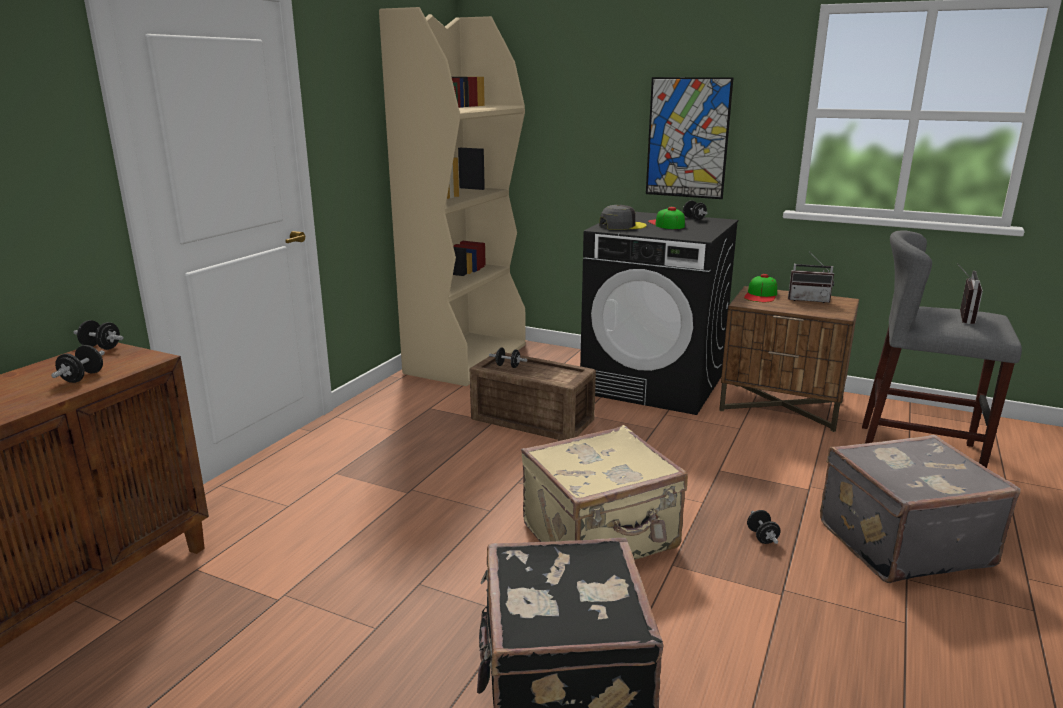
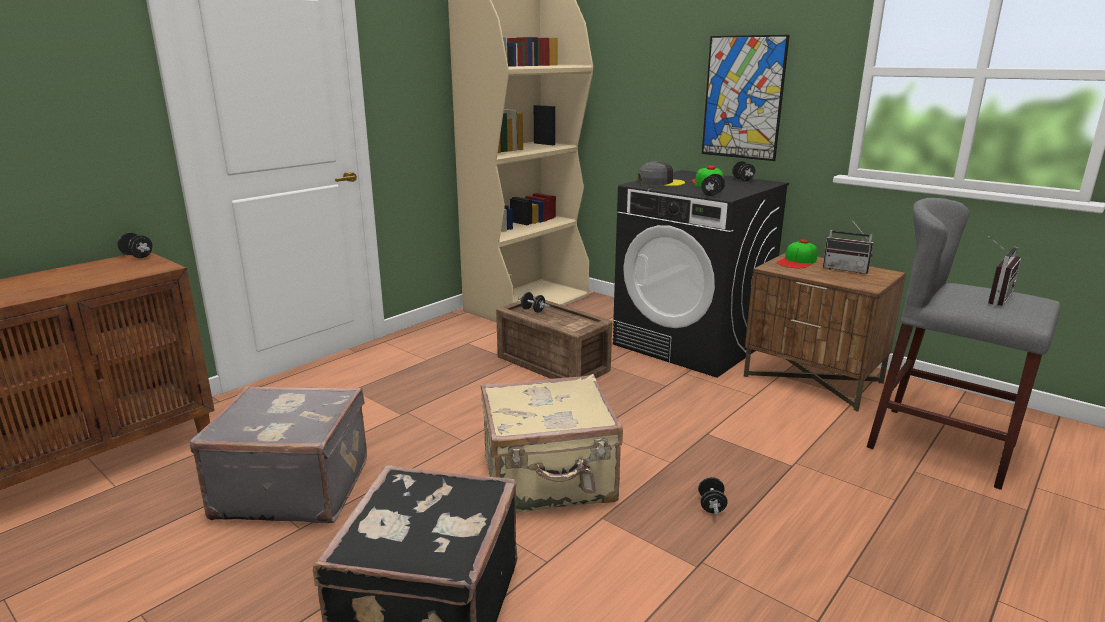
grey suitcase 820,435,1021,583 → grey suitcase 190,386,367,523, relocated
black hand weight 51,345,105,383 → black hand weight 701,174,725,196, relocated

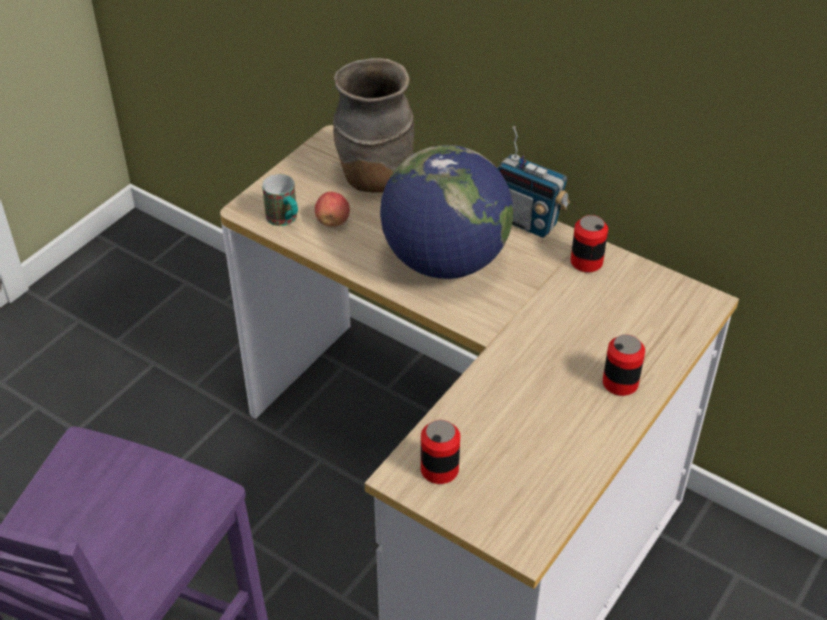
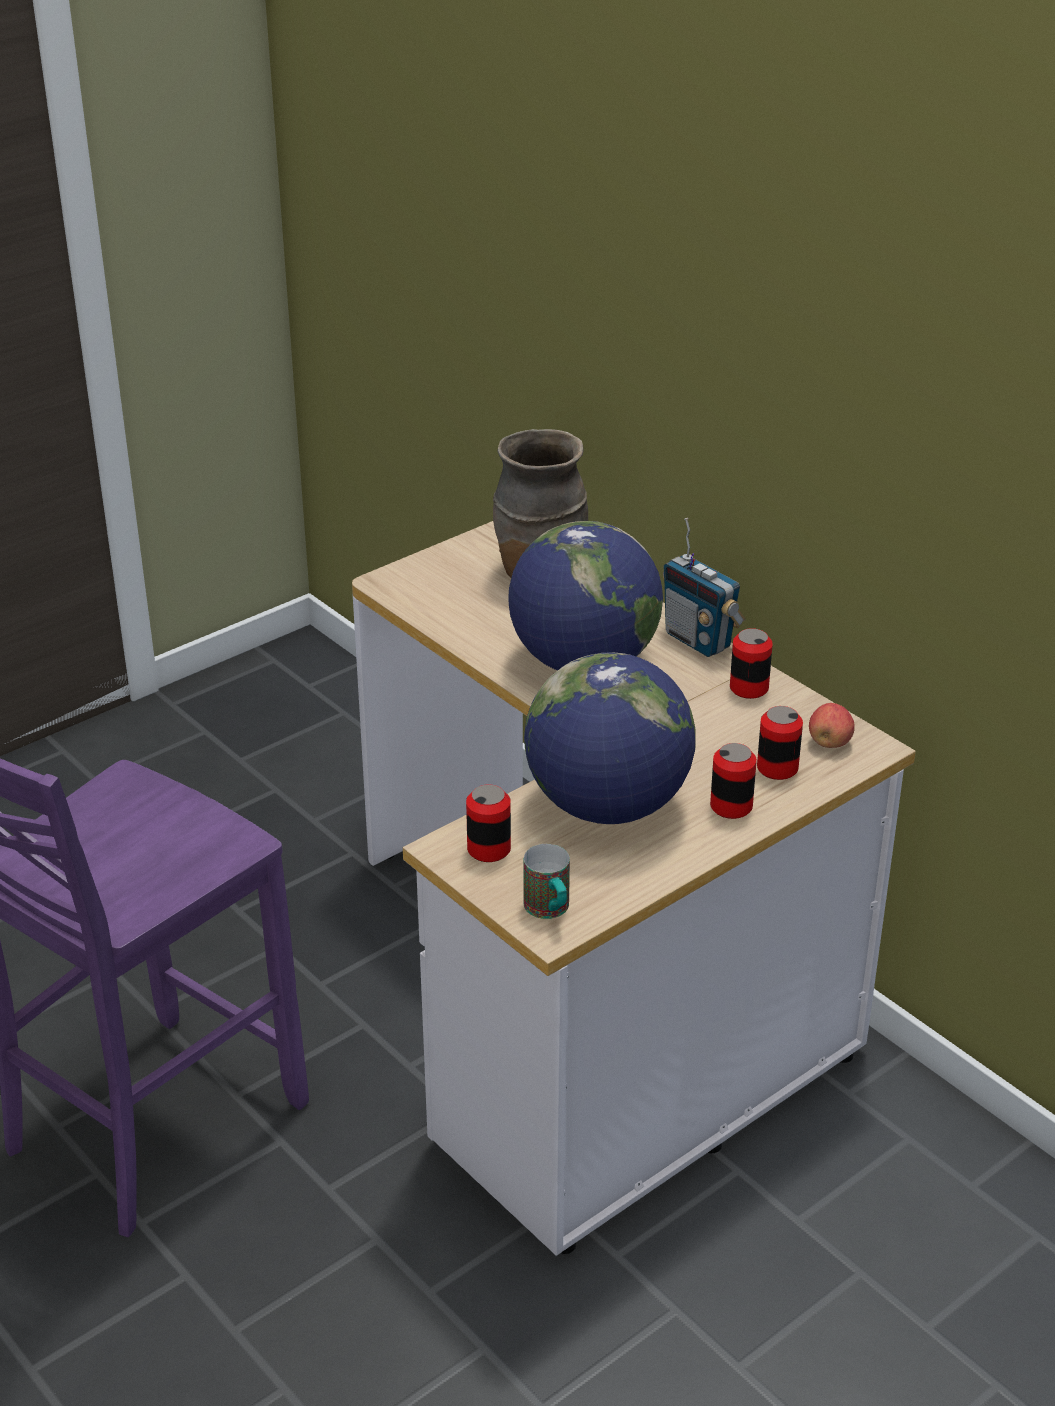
- → globe 524,652,696,824
mug 262,174,298,226 → mug 524,844,570,919, relocated
- → can 757,706,803,780
apple fruit 315,192,350,227 → apple fruit 809,703,855,748, relocated

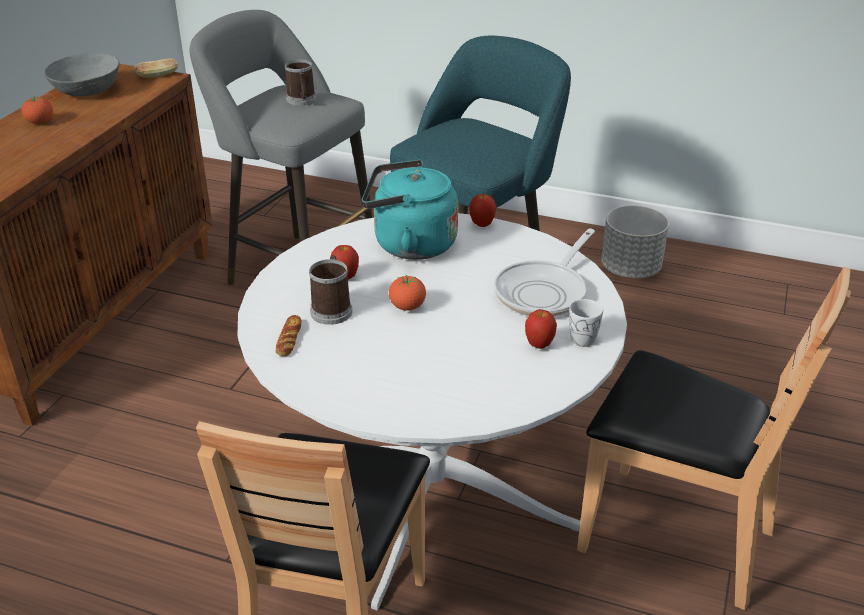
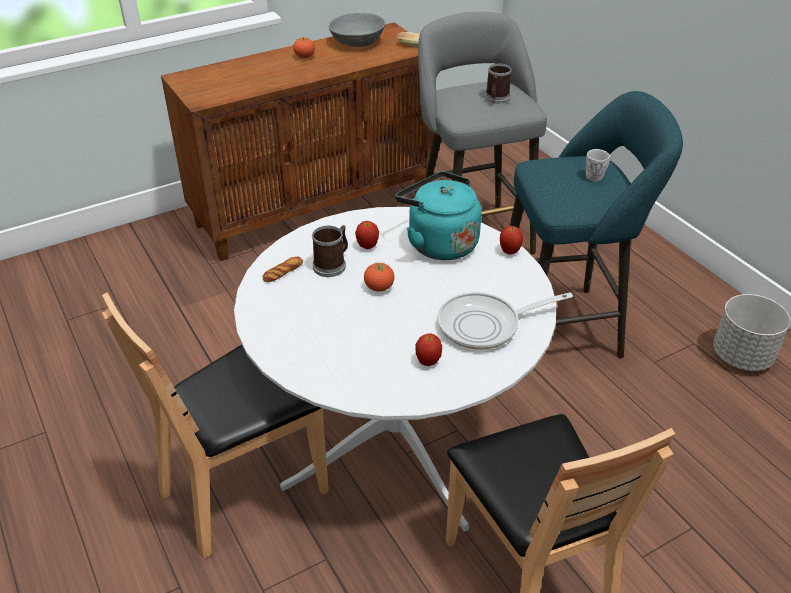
white mug 569,299,603,347 → white mug 586,149,611,182, relocated

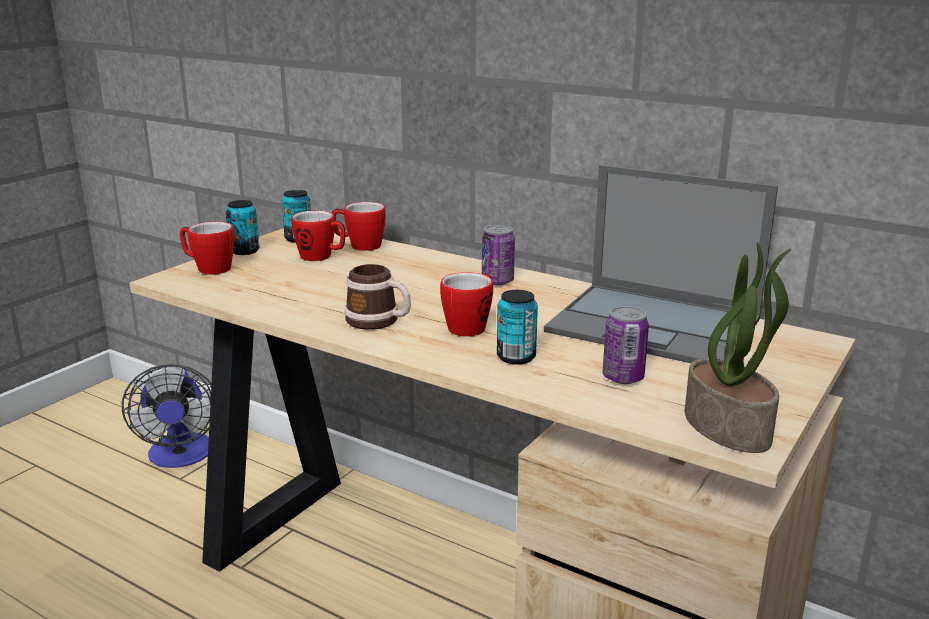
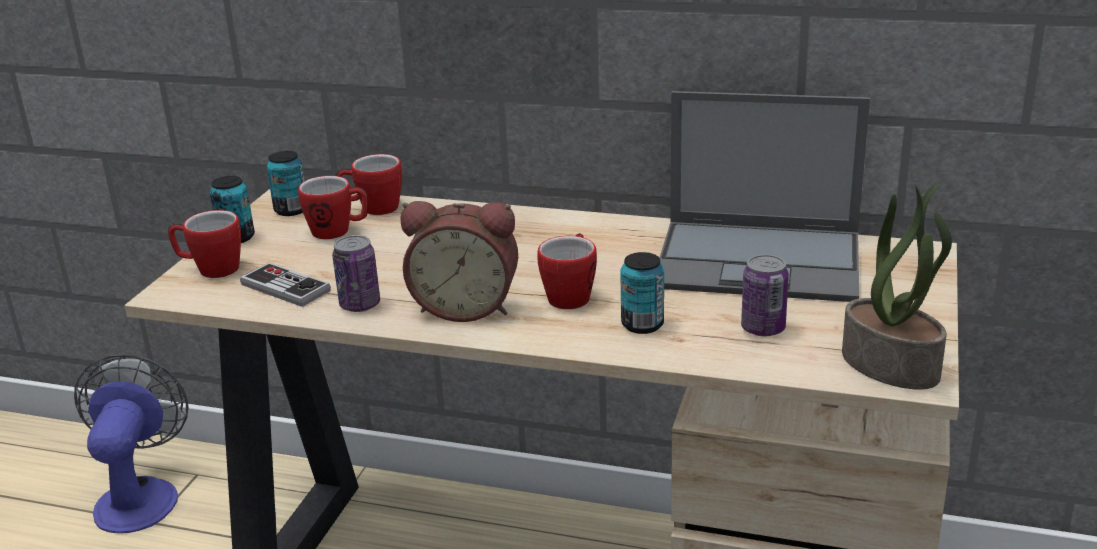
electric fan 121,364,212,468 → electric fan 74,354,189,533, 150 degrees counterclockwise
- → game controller 240,263,331,307
can 482,225,515,285 → can 332,235,380,312, relocated
mug 344,264,411,330 → table clock 401,201,518,322

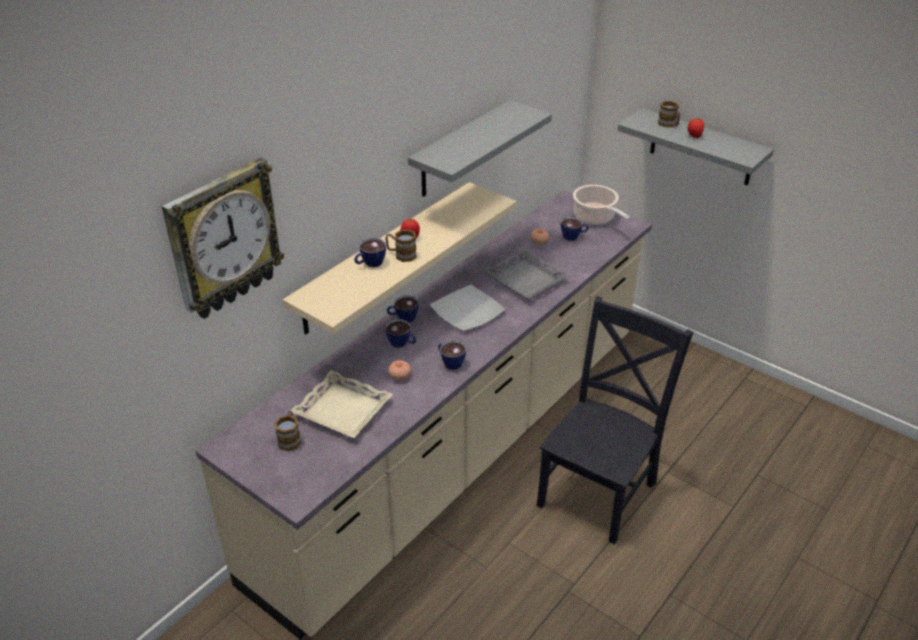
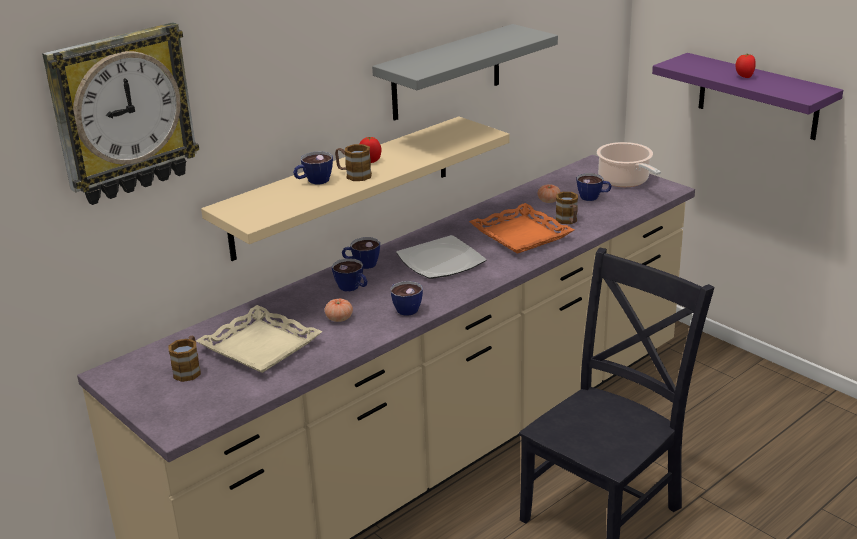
grey carrying tray 482,249,569,299 → orange-coloured carrying tray 469,203,574,254
mug 658,101,680,127 → mug 556,192,578,224, relocated
grey shelf 617,108,774,186 → purple shelf 652,53,843,140

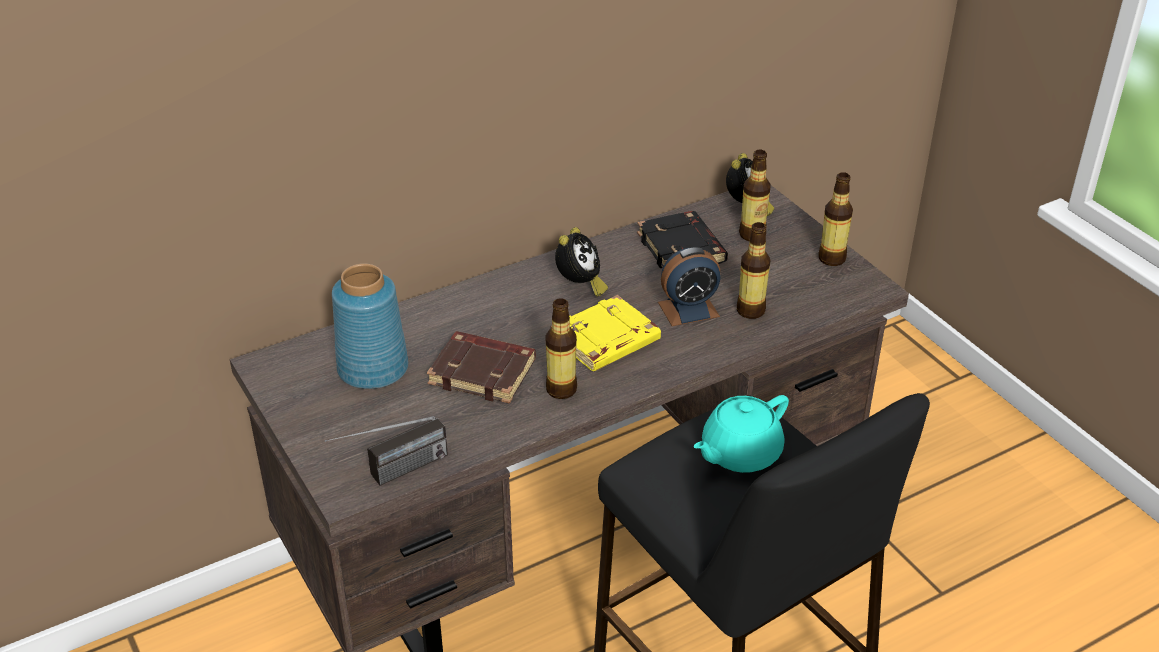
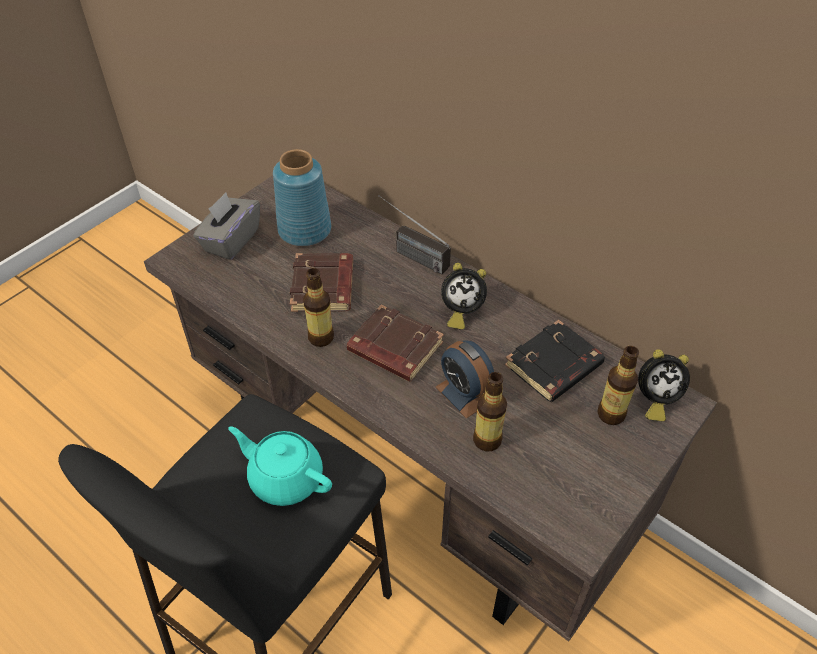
- → grey box of tissues 193,192,260,260
yellow-coloured book 551,295,661,371 → brown-coloured book 347,305,444,382
radio 325,416,448,486 → radio 378,195,451,274, relocated
bottle 819,172,853,266 → -

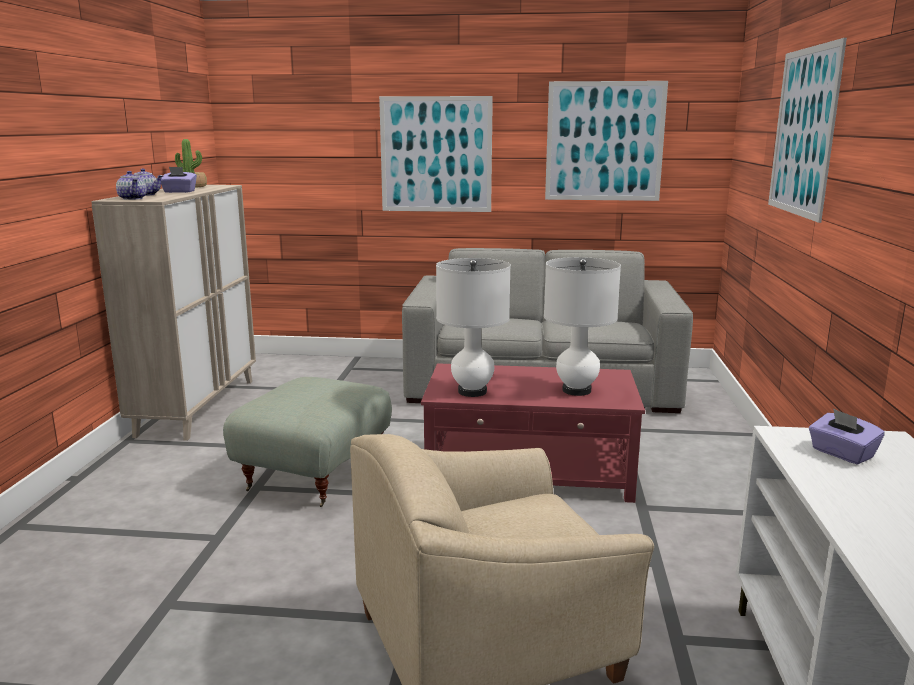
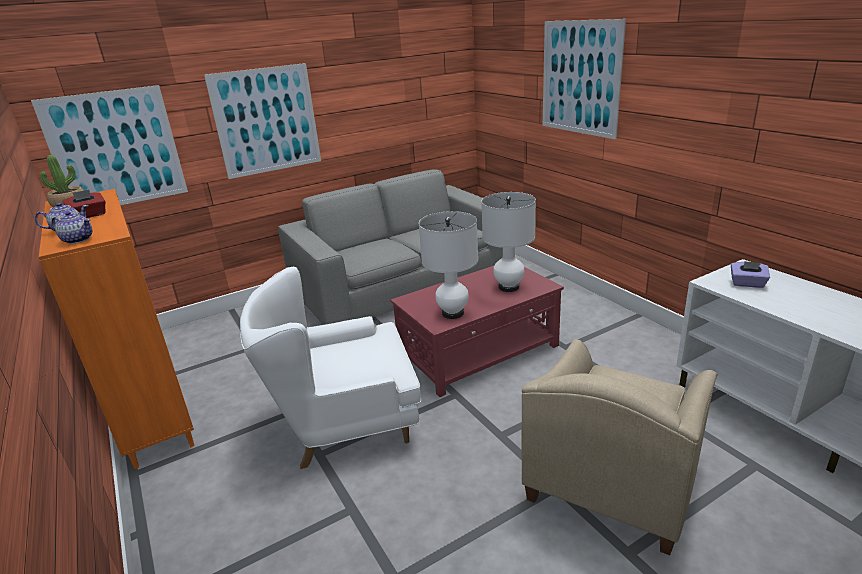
picture 545,81,668,201 → picture 31,85,188,205, relocated
beige-coloured storage cabinet 91,185,256,441 → orange-coloured storage cabinet 39,189,195,469
purple box of tissues 161,167,197,193 → red-coloured box of tissues 63,190,106,218
grey footrest 223,377,392,507 → white easy chair 240,267,421,469

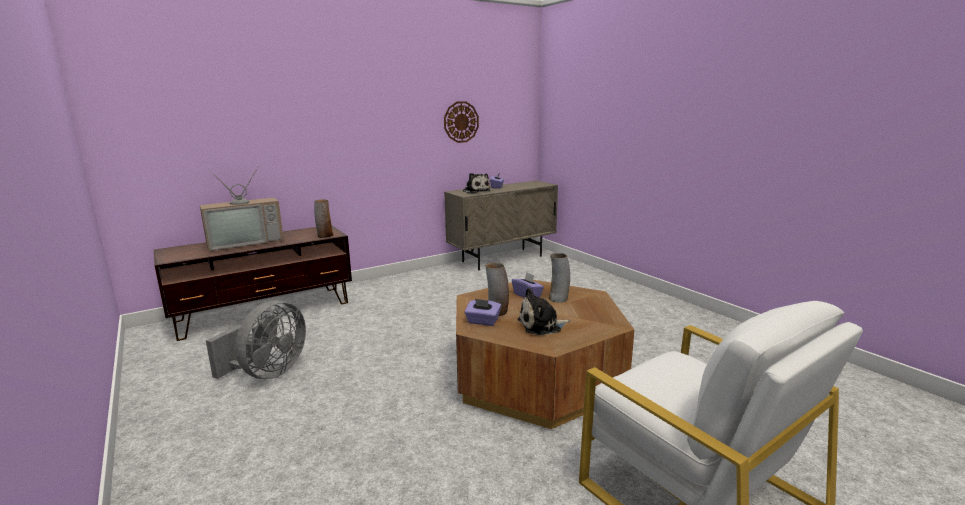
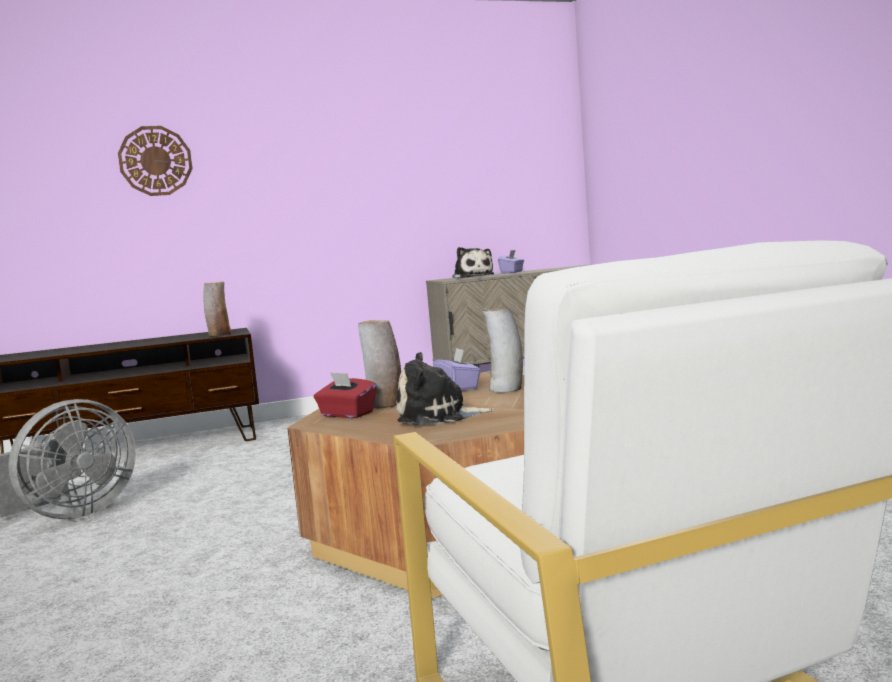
wall clock 444,101,479,143 → wall clock 118,126,193,196, relocated
purple box of tissues 464,299,501,326 → red-coloured box of tissues 314,372,377,418
TV set 200,166,284,252 → -

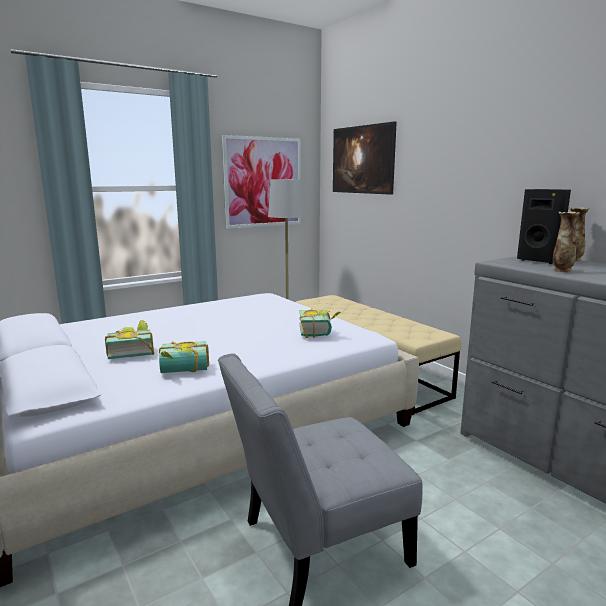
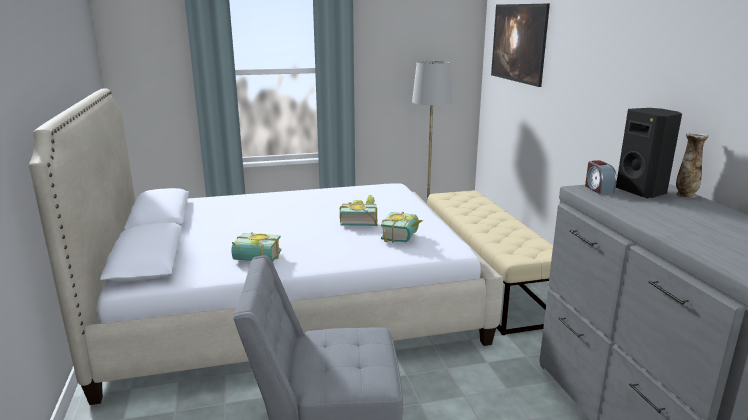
book 105,320,154,359 → book 340,195,378,226, relocated
- → table clock 585,160,617,194
picture 222,135,301,229 → -
vase 553,212,581,272 → -

